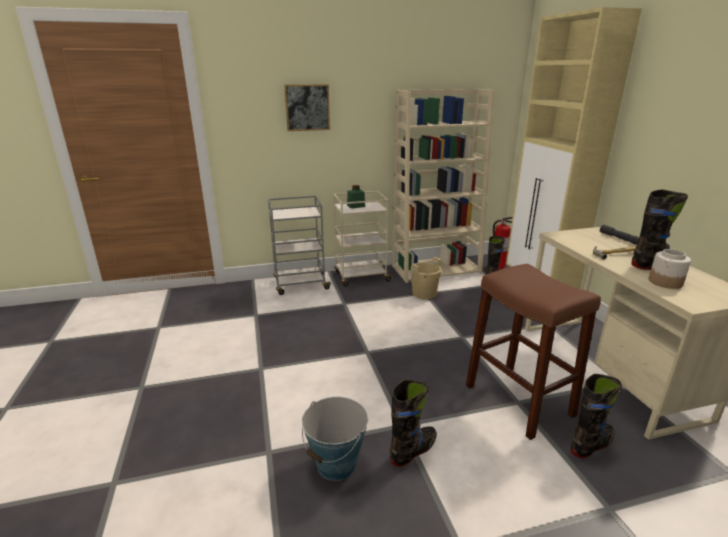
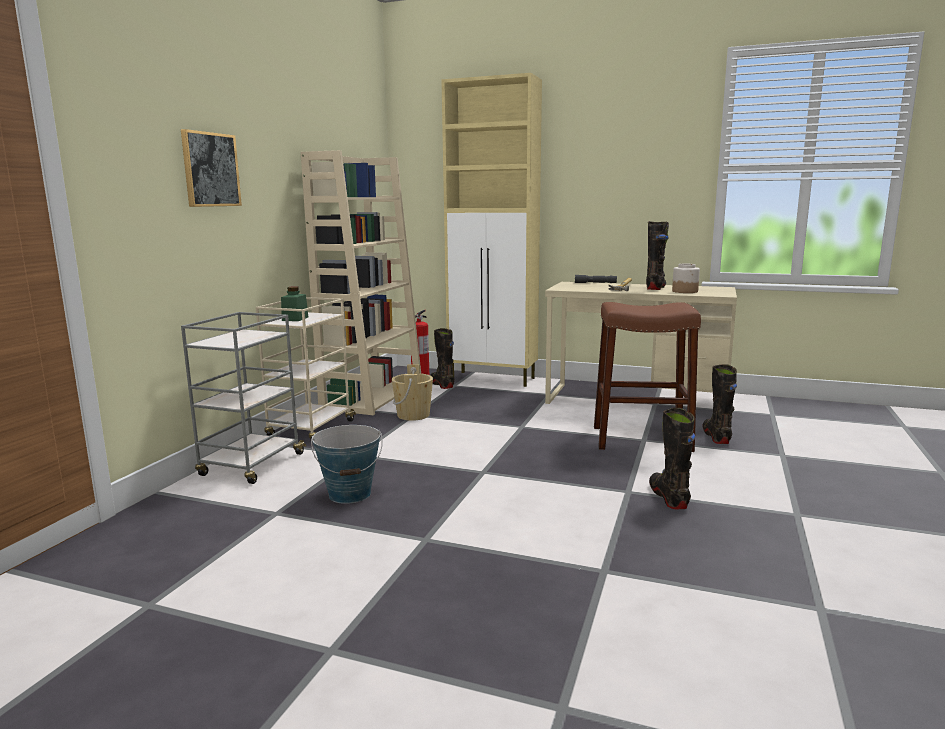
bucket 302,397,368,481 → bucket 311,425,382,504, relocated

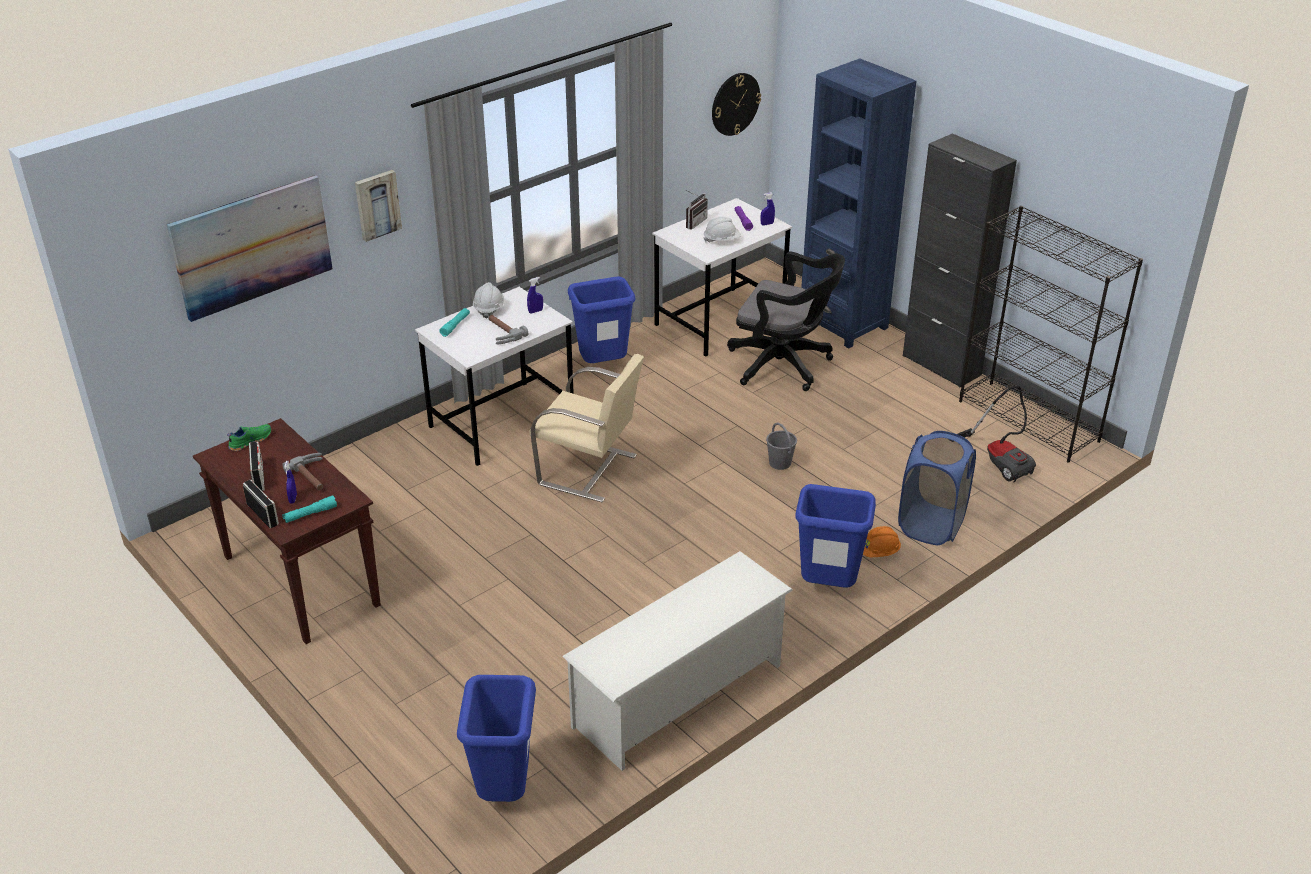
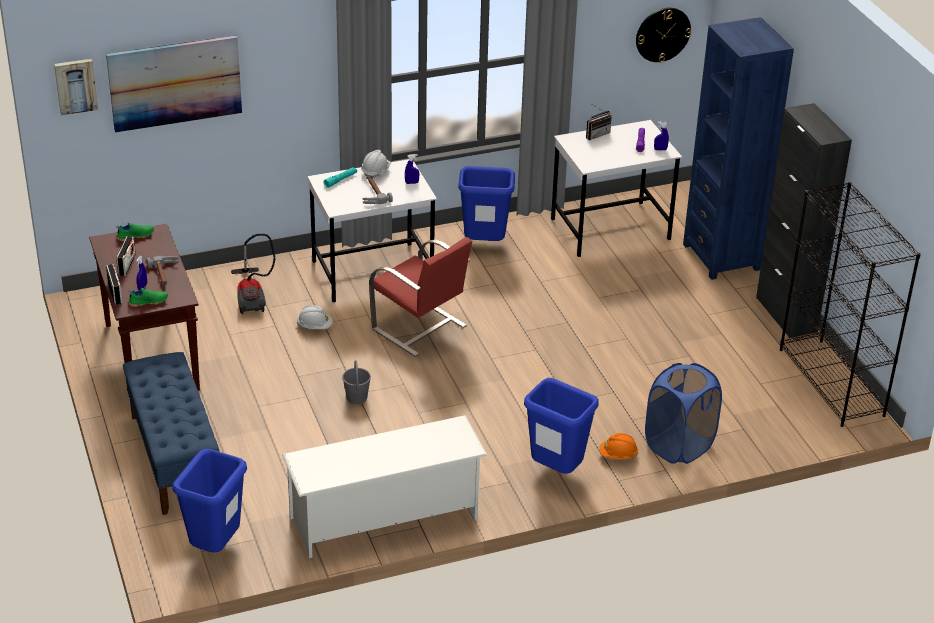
picture 355,170,402,242 → picture 54,59,98,115, relocated
- → blue-coloured long seat 123,352,220,515
turquoise-coloured hand torch 282,496,337,523 → greenish item of footwear 128,288,168,307
vacuum 958,386,1036,482 → vacuum 231,234,275,314, relocated
white hard hat 703,217,741,242 → white hard hat 297,305,333,329, relocated
grey bucket 766,423,797,470 → grey bucket 342,360,371,404, relocated
beige-coloured plain chair 530,354,644,502 → red-coloured plain chair 369,237,472,357
black desk chair 727,251,845,391 → -

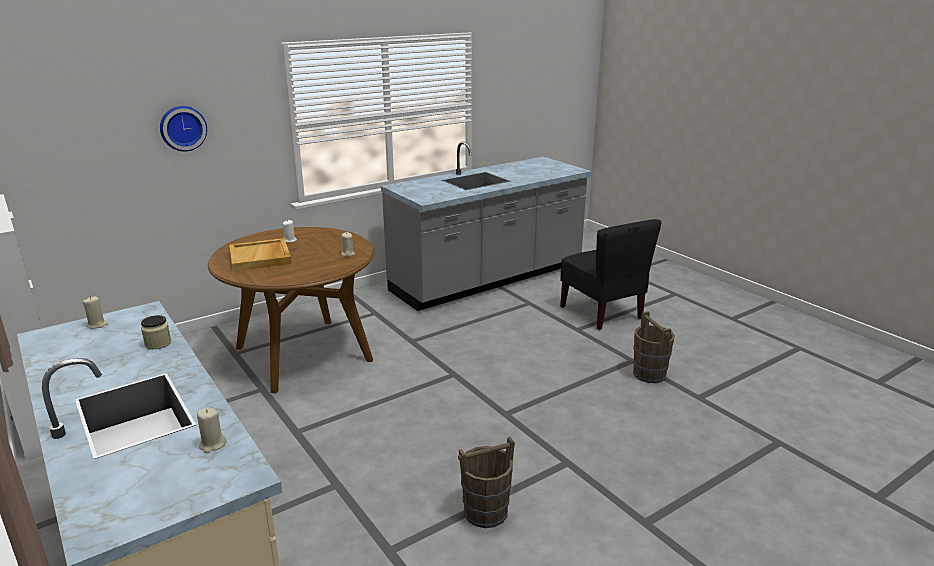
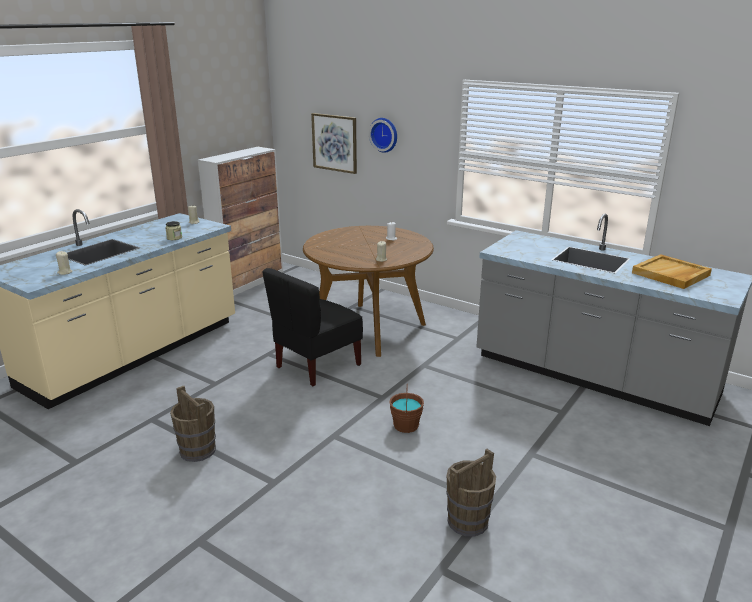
black plain chair 560,219,662,330 → black plain chair 262,268,363,386, relocated
- → picture 311,113,357,174
- → brown-coloured bucket 389,393,424,433
beige-coloured carrying tray 229,238,292,271 → beige-coloured carrying tray 632,254,712,289, relocated

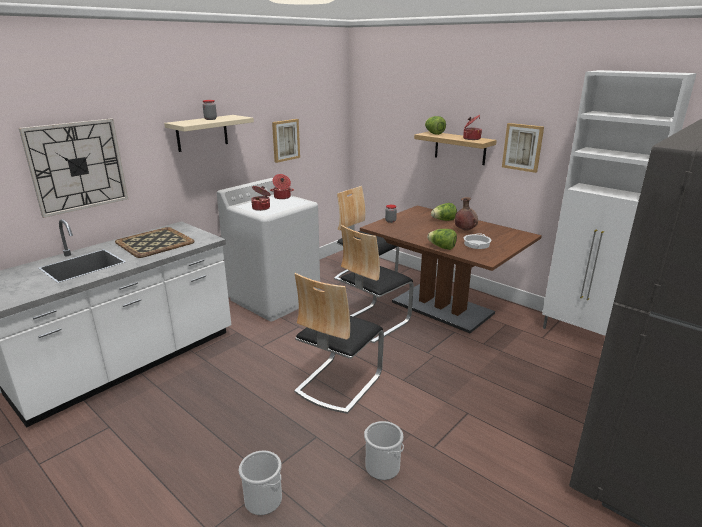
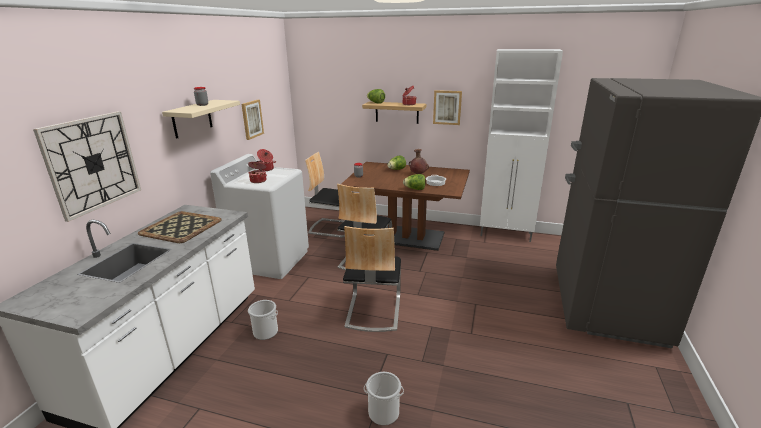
bucket 364,421,404,480 → bucket 248,300,278,340, relocated

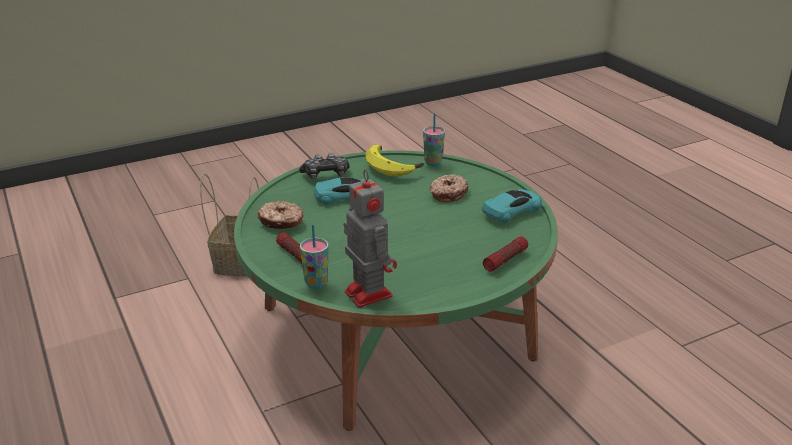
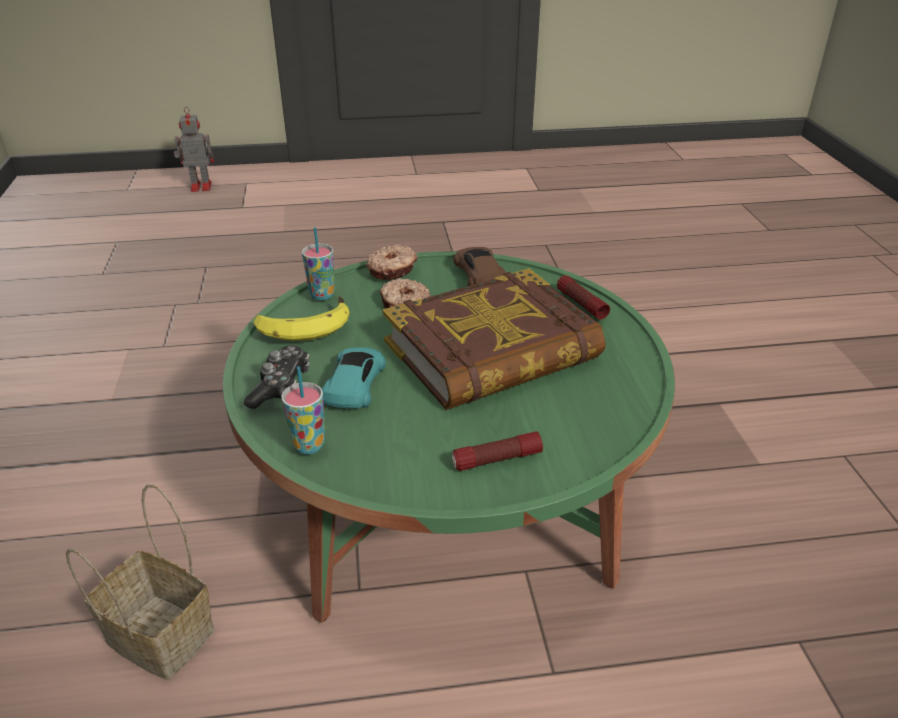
robot figure 344,169,397,308 → robot figure 174,107,214,192, relocated
small cup 300,225,329,289 → small cup 281,367,325,454, relocated
doughnut 257,201,303,229 → doughnut 366,245,417,280, relocated
- → book 383,268,606,410
turquoise-coloured toy car 482,189,542,223 → brown-coloured toy car 453,247,507,286

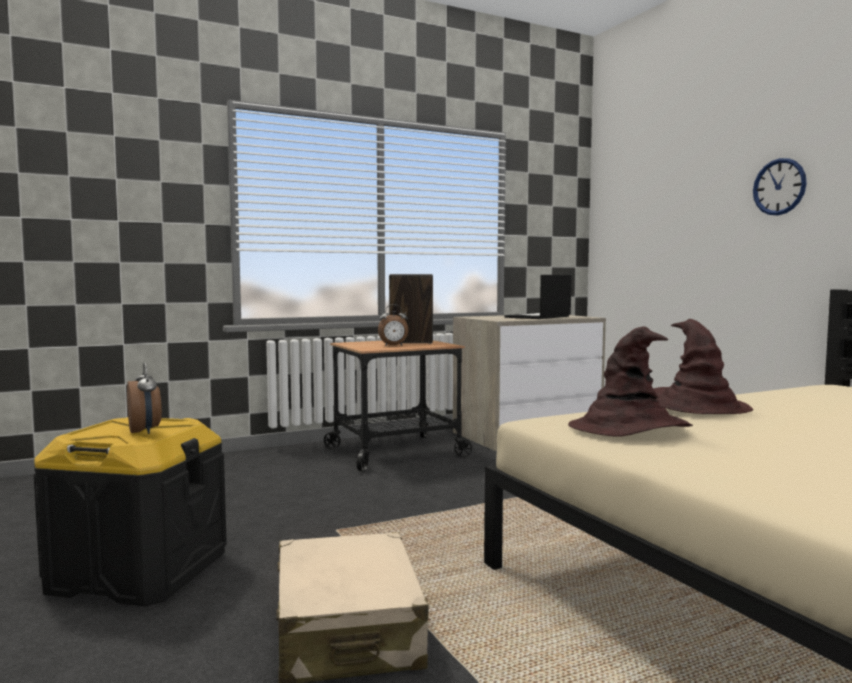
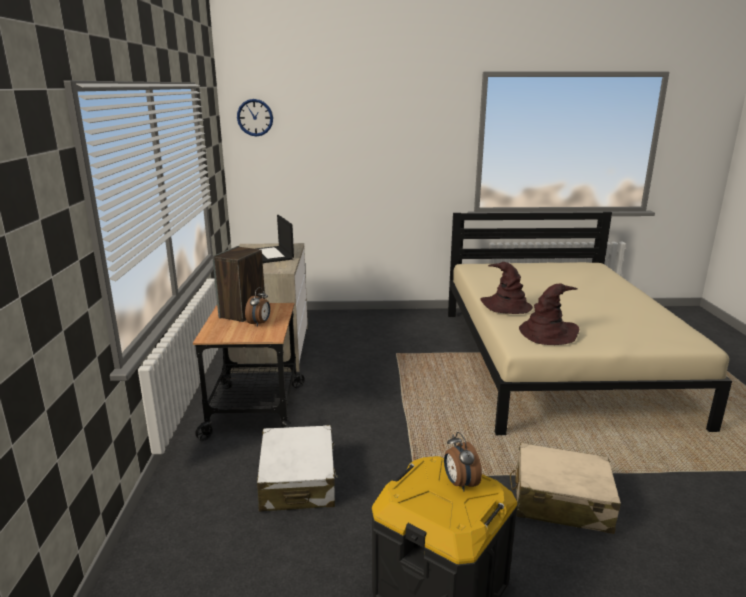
wall clock 753,158,807,215 → wall clock 237,99,273,137, relocated
- → white suitcase 257,425,338,511
table clock 127,362,162,434 → table clock 444,432,482,492, 105 degrees counterclockwise

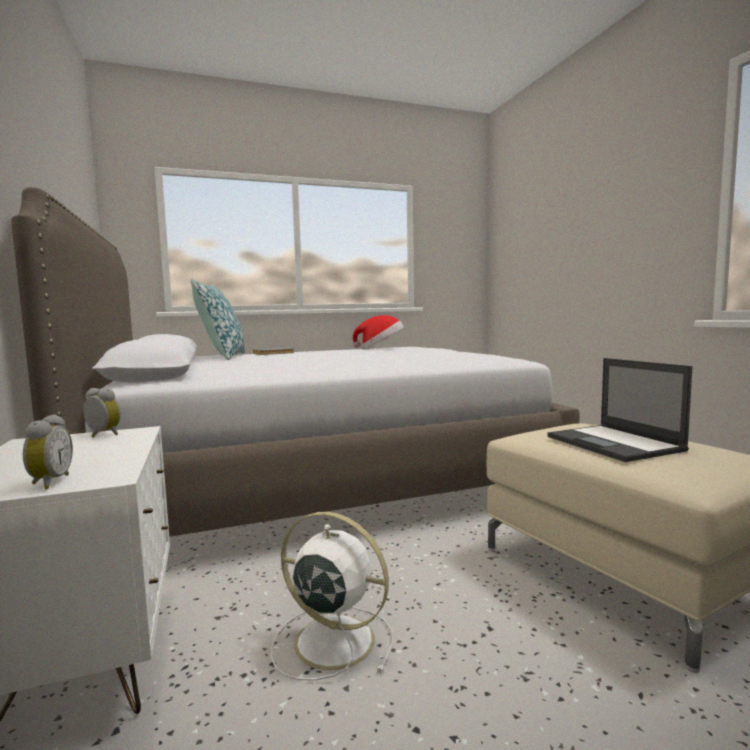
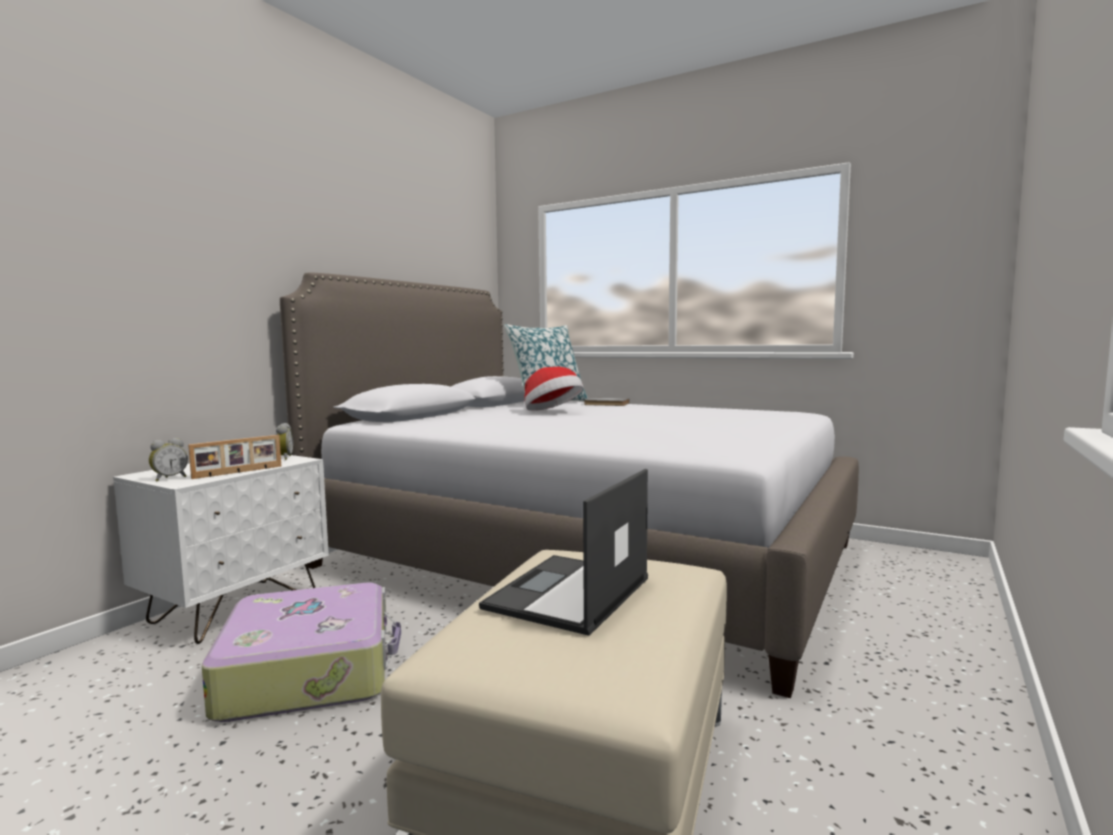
- → photo frame 188,435,281,479
white electric fan 271,512,393,680 → suitcase 202,582,401,722
wearable hat 353,315,404,349 → wearable hat 524,367,584,411, relocated

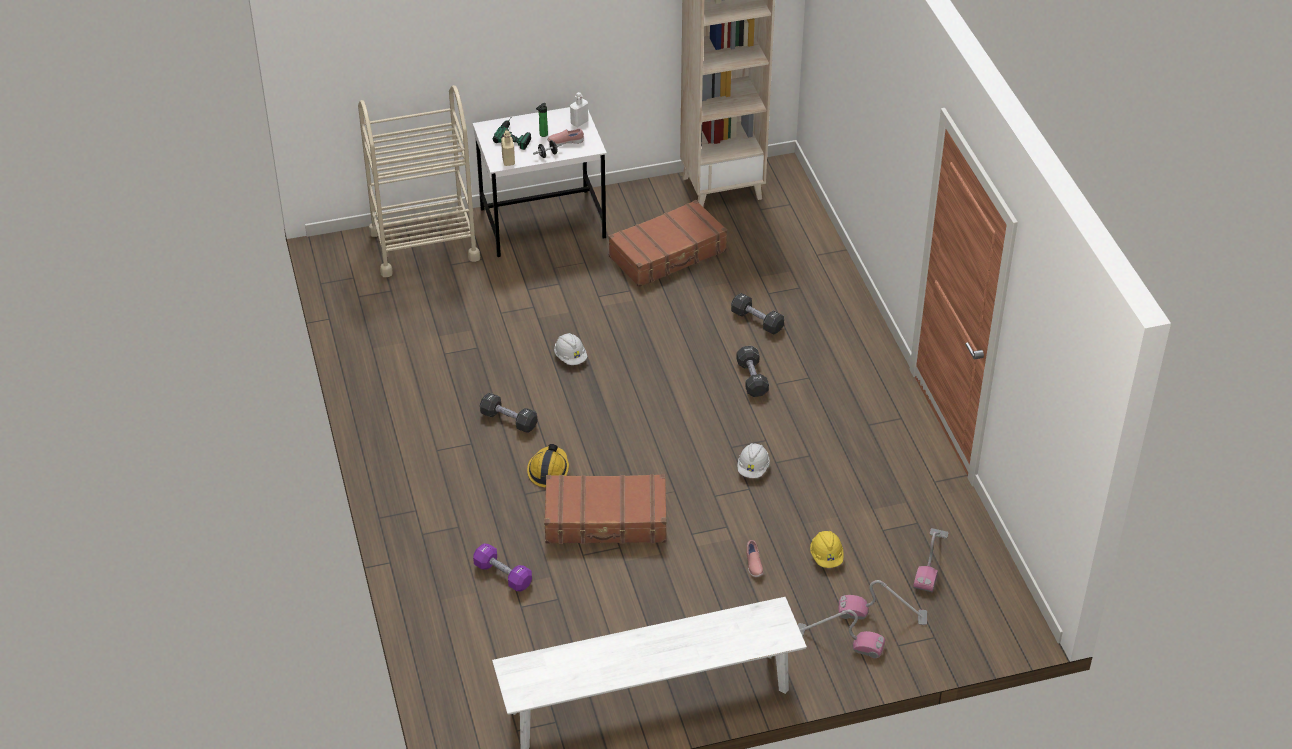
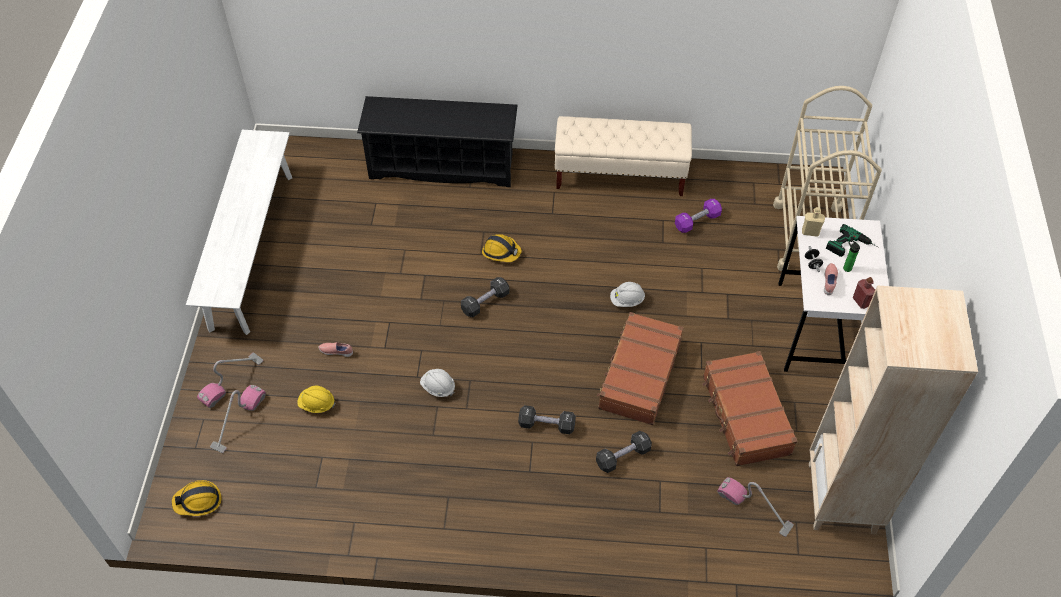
- → hard hat 172,480,221,516
- → black shoe shelf 357,96,518,187
black hand weight 480,393,537,433 → black hand weight 461,277,509,317, relocated
- → beige-coloured long seat 554,116,692,196
brown-coloured suitcase 544,474,666,544 → brown-coloured suitcase 597,312,684,425, relocated
purple hand weight 473,544,532,591 → purple hand weight 675,199,722,233, relocated
vacuum 913,528,948,592 → vacuum 717,477,794,537, relocated
white bottle 570,92,588,127 → red-coloured bottle 852,277,875,309

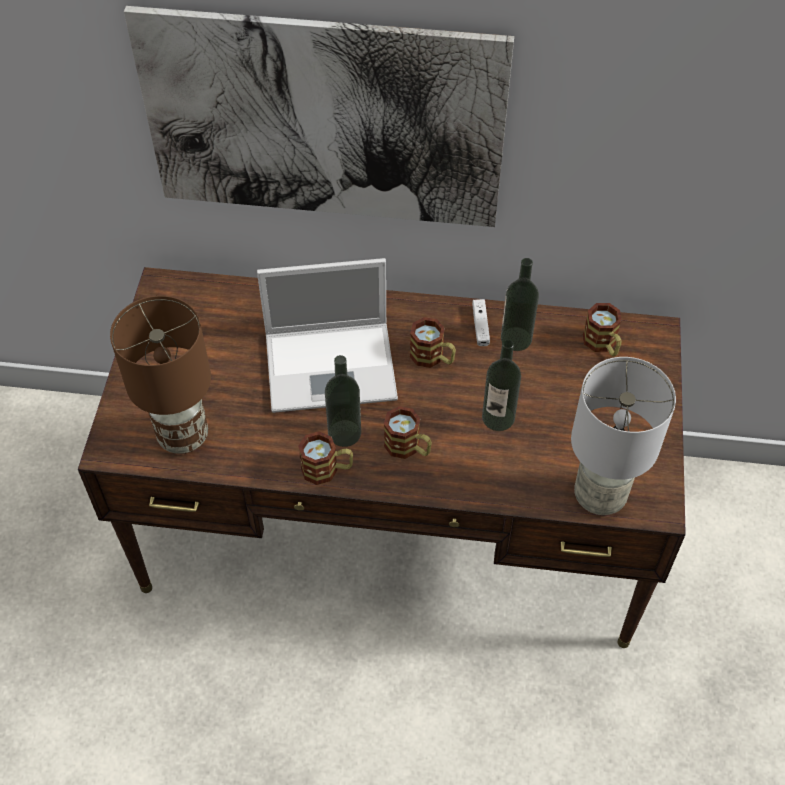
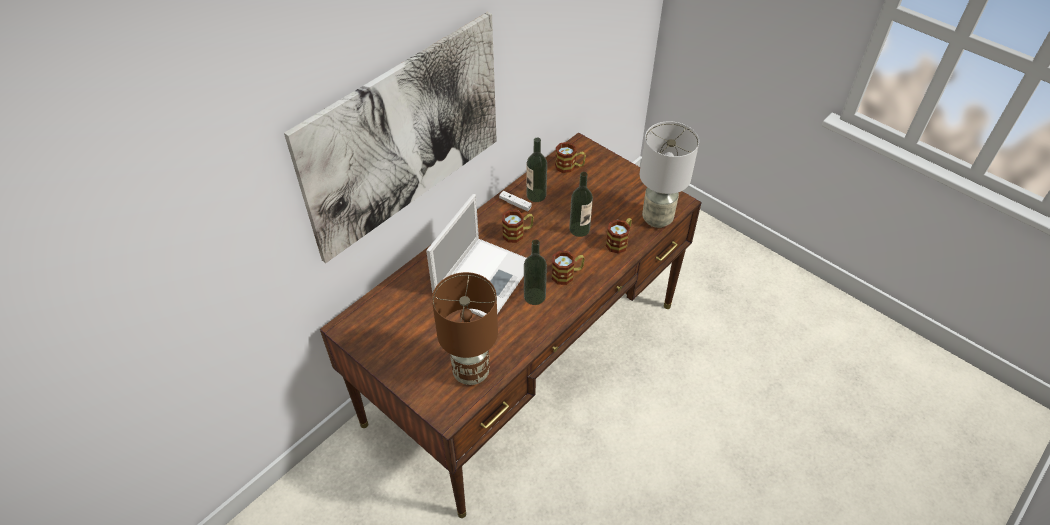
mug 298,432,353,485 → mug 606,218,632,254, relocated

